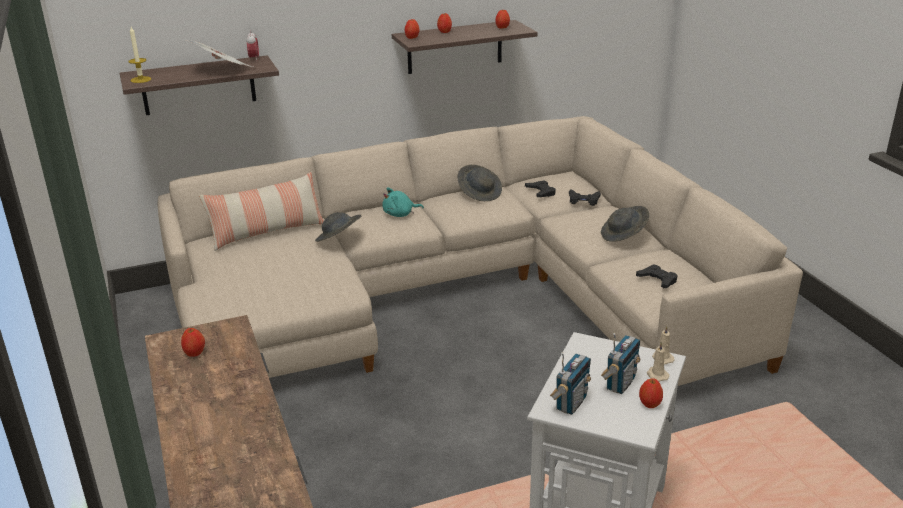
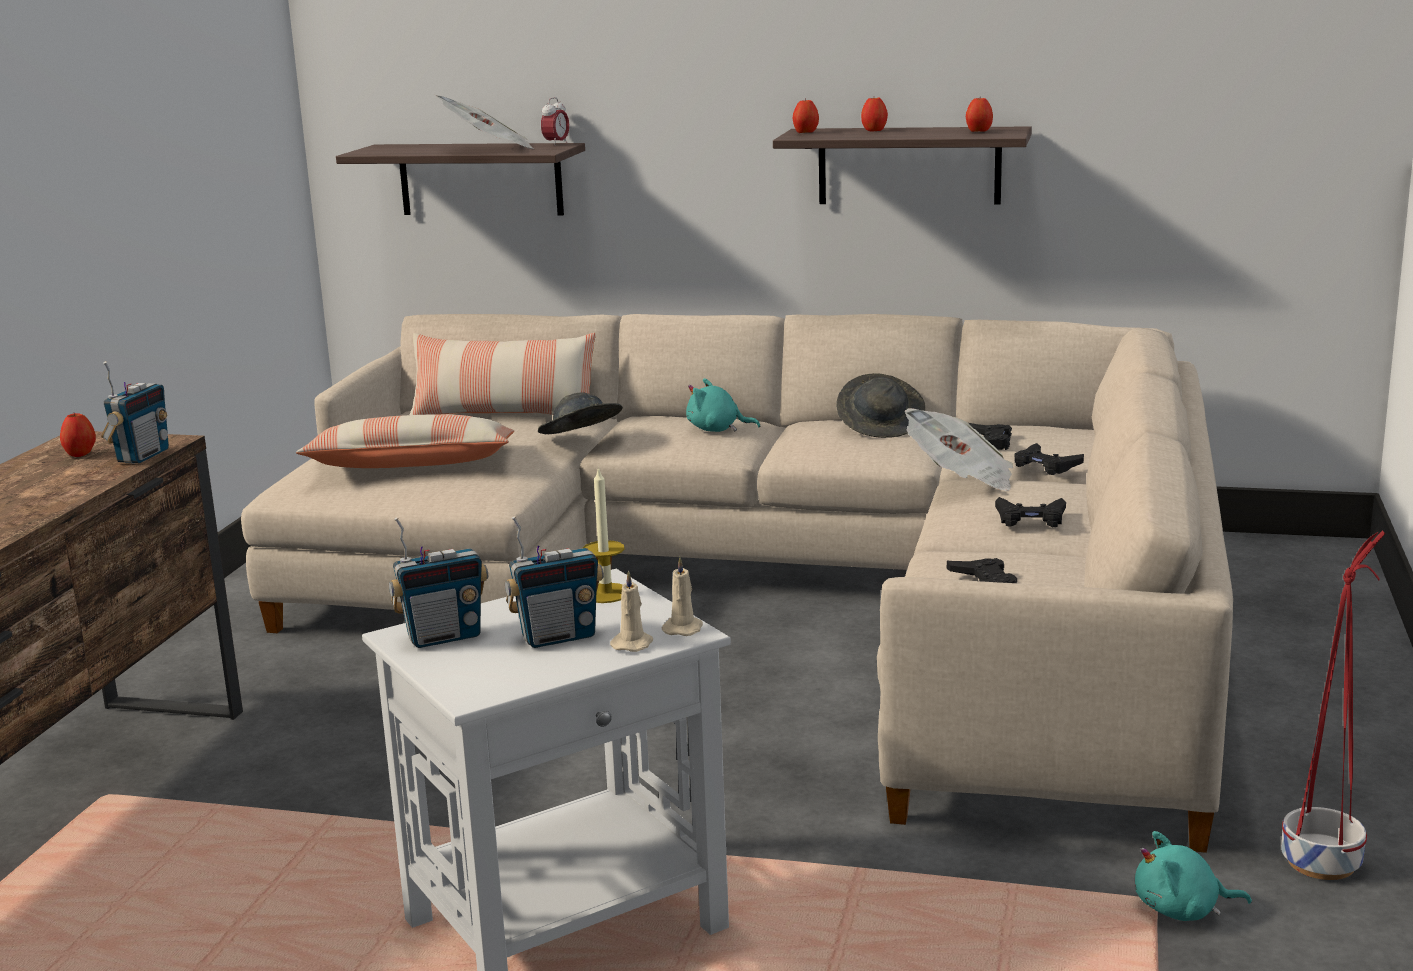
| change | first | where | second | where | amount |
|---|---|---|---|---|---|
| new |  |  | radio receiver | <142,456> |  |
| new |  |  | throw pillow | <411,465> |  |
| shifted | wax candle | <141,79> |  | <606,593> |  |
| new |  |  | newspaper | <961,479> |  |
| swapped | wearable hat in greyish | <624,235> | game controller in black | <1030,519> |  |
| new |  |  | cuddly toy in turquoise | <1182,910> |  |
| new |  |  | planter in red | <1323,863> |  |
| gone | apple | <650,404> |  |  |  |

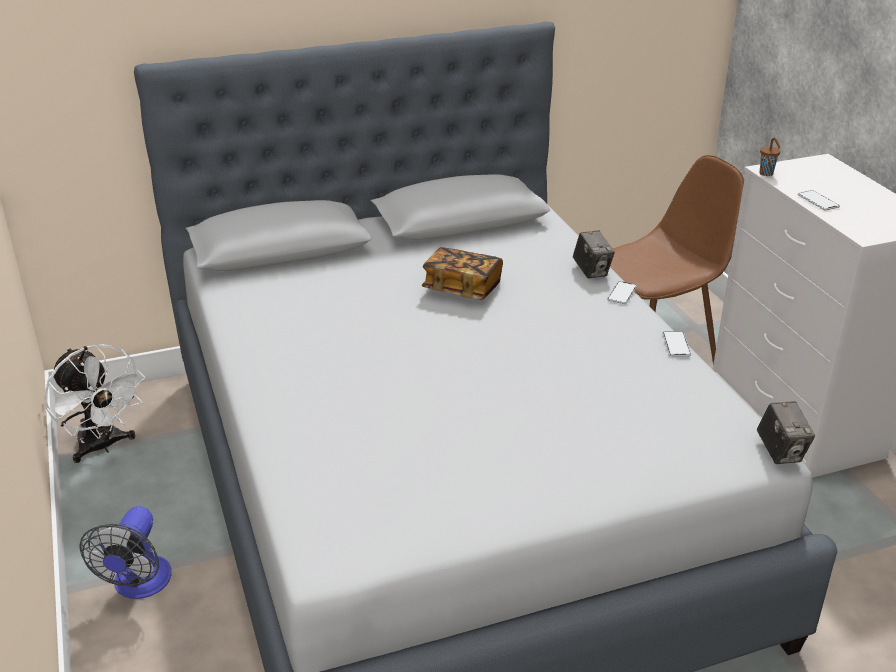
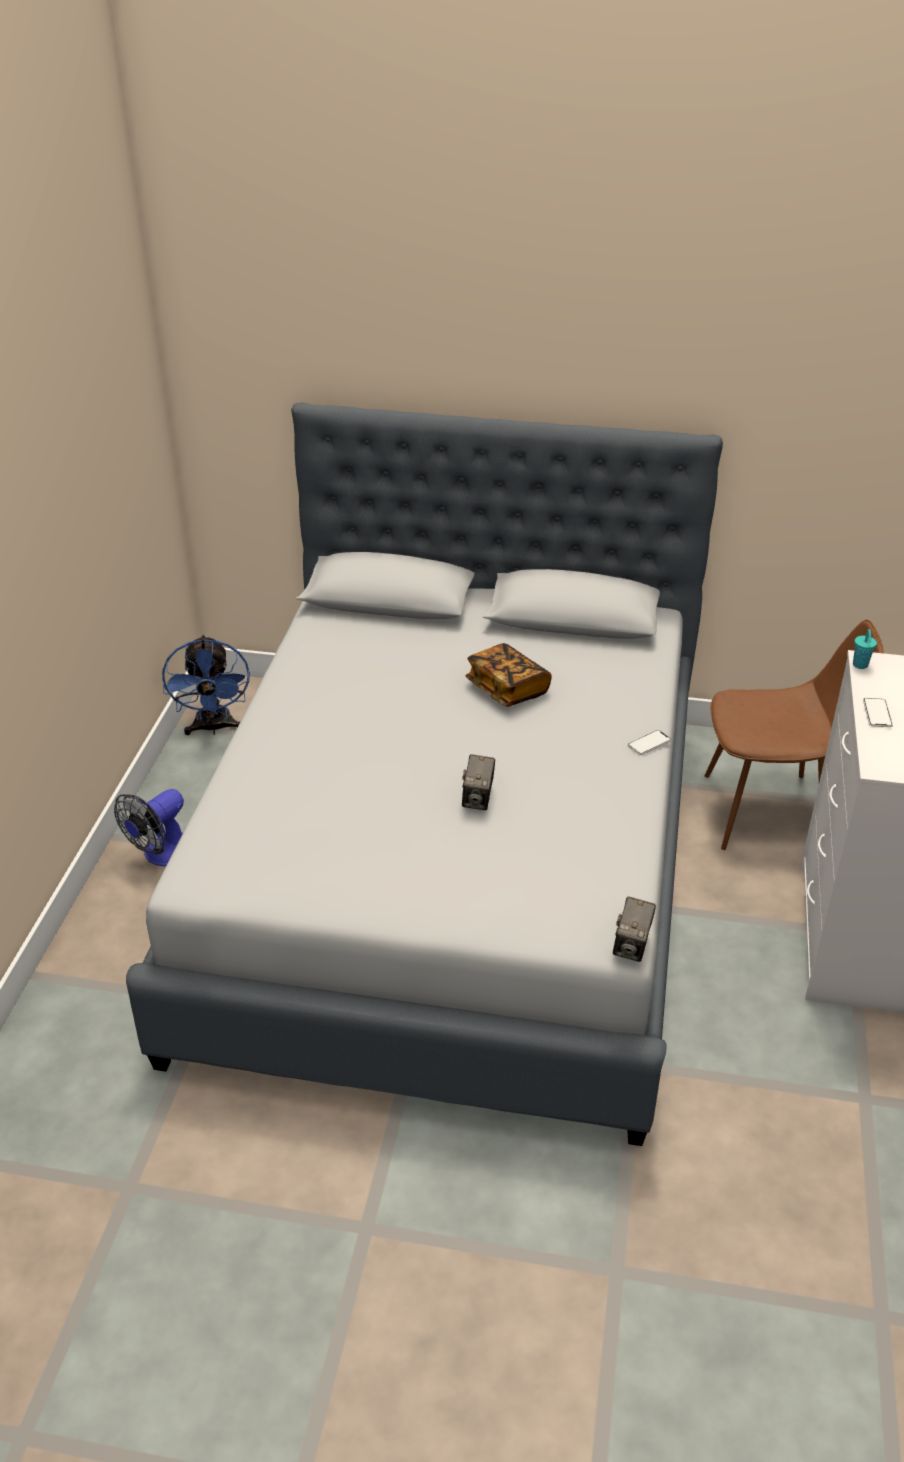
| change | first | where | second | where | amount |
|---|---|---|---|---|---|
| repainted | fan in white | <103,446> | fan in blue | <214,728> |  |
| shifted | photo camera | <591,271> |  | <478,799> |  |
| repainted | cup in brown-coloured | <766,174> | cup in turquoise | <860,665> |  |
| gone | telephone | <676,345> |  |  |  |

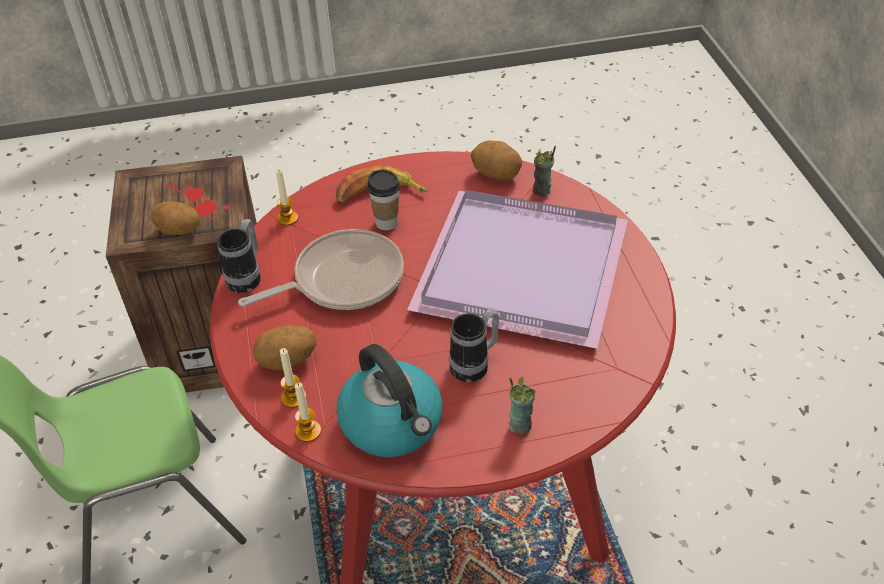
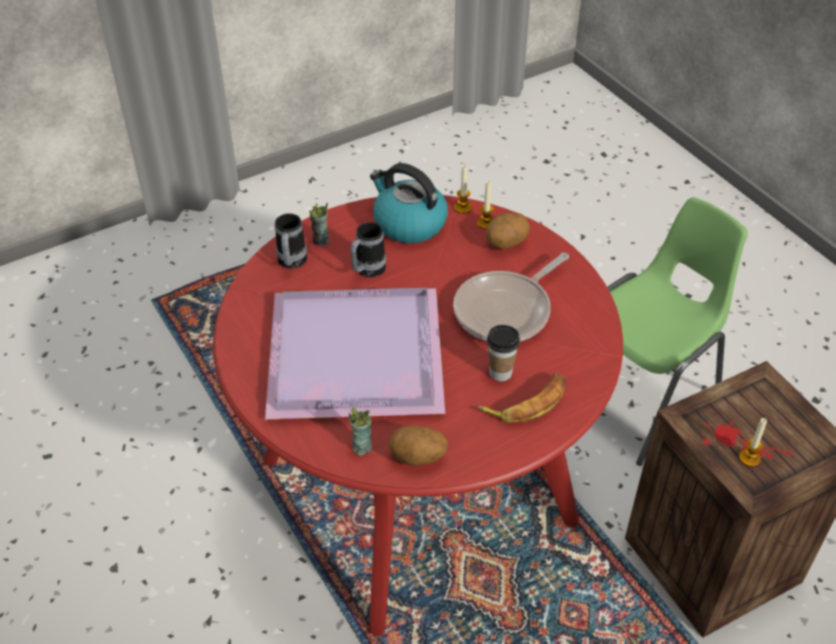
| change | first | where | second | where | amount |
|---|---|---|---|---|---|
| shifted | tea mug | <247,276> |  | <291,263> |  |
| shifted | wax candle | <287,218> |  | <749,458> |  |
| gone | potato | <179,231> |  |  |  |

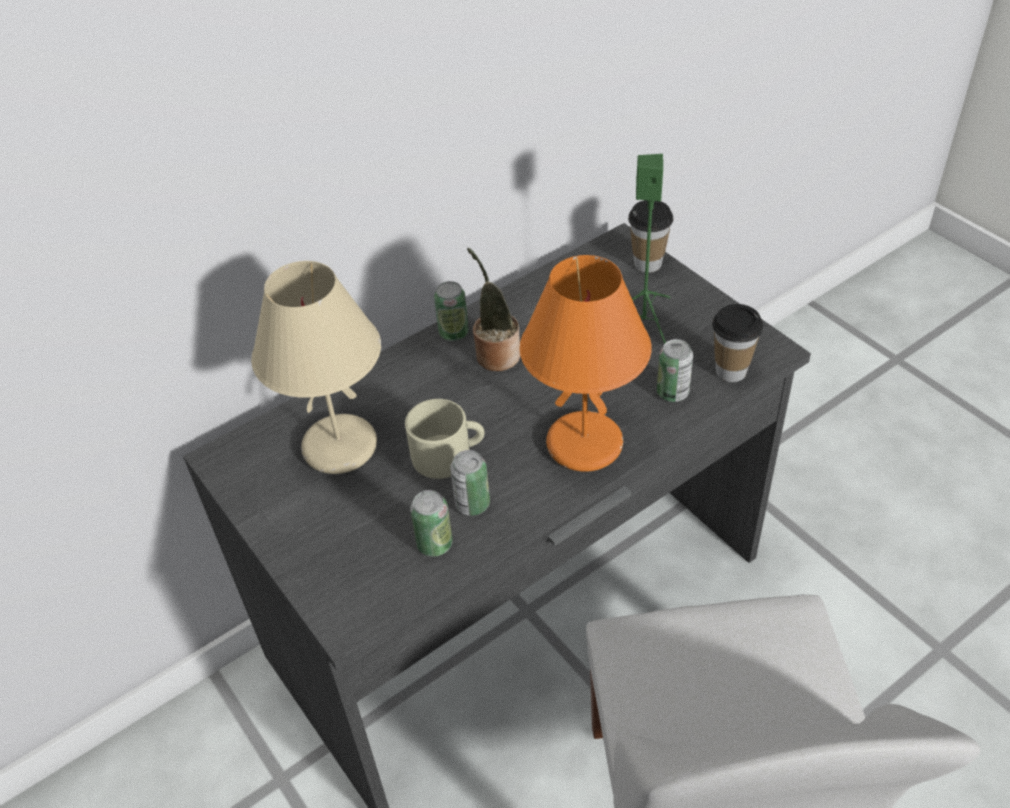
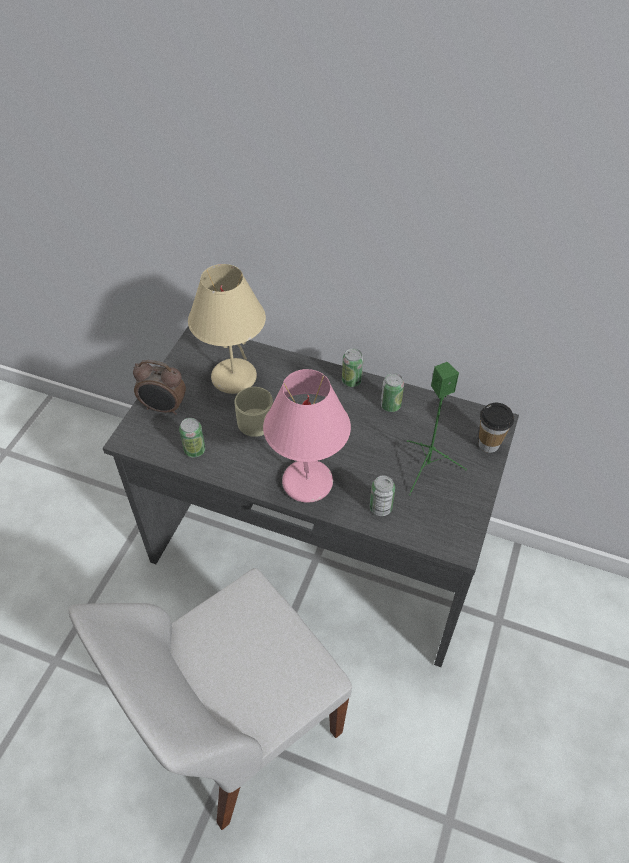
| change | first | where | second | where | amount |
|---|---|---|---|---|---|
| new |  |  | bedside clock | <164,408> |  |
| repainted | tabletop lamp in orange-coloured | <586,444> | tabletop lamp in pink | <308,483> |  |
| shifted | metal can | <472,504> |  | <390,405> |  |
| gone | potted plant | <495,354> |  |  |  |
| gone | cup | <731,371> |  |  |  |

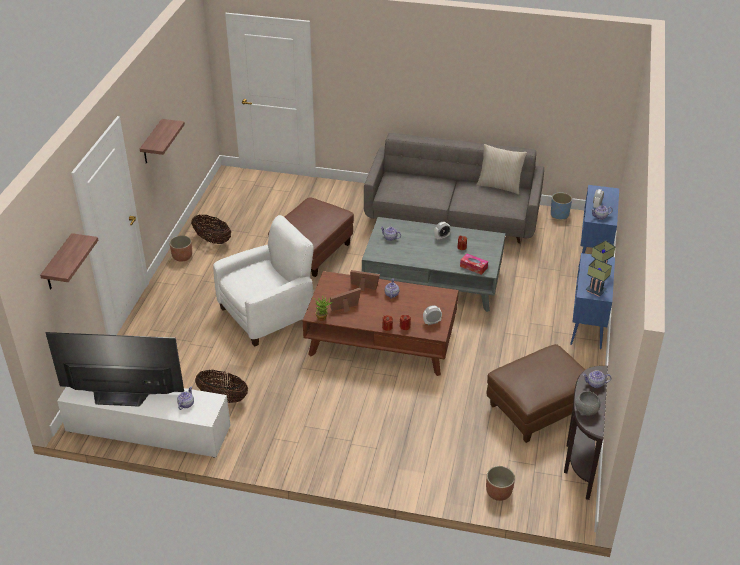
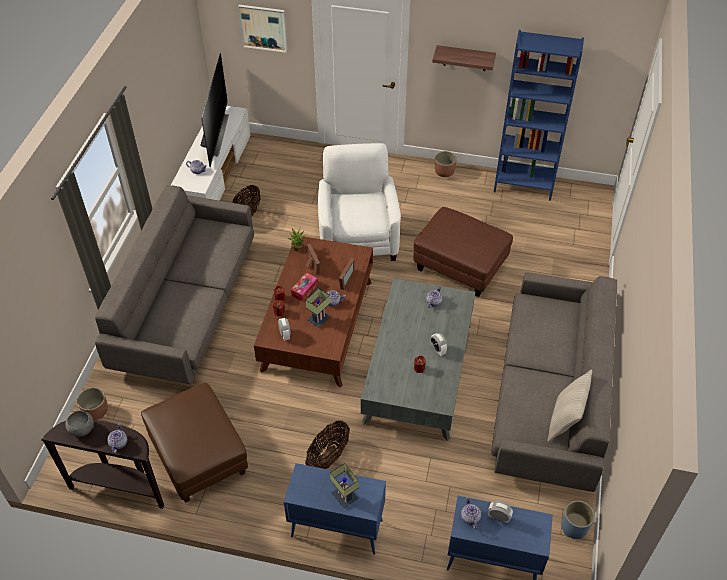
| change | first | where | second | where | amount |
|---|---|---|---|---|---|
| new |  |  | couch in greyish | <188,307> |  |
| swapped | bracket shelf | <58,263> | picture | <263,28> |  |
| shifted | box of tissues | <473,267> |  | <304,289> |  |
| shifted | storage basket | <212,240> |  | <328,456> |  |
| shifted | tabletop lamp | <594,291> |  | <318,318> |  |
| rotated | lounge chair in white | <267,314> |  | <358,237> | 150 degrees counterclockwise |
| new |  |  | bookshelf in blue | <523,185> |  |

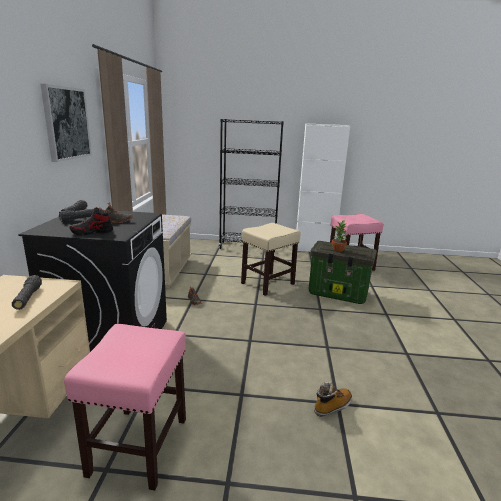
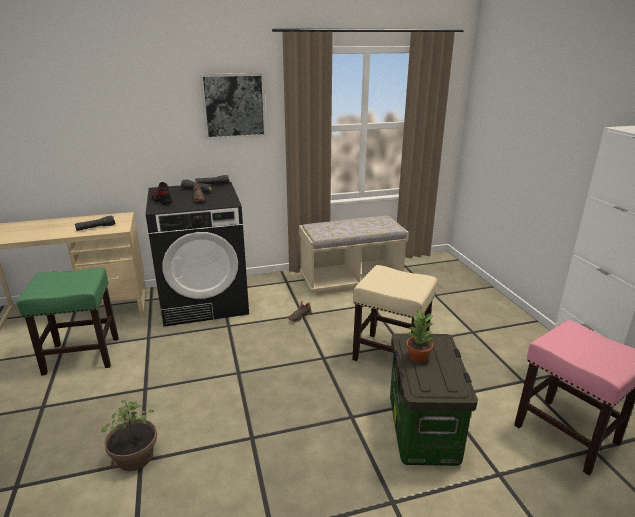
| change | first | where | second | where | amount |
|---|---|---|---|---|---|
| repainted | sitting stool in pink | <139,447> | sitting stool in greenish | <81,356> |  |
| swapped | boot | <332,406> | potted plant | <135,457> |  |
| gone | bookshelf in black | <248,247> |  |  |  |

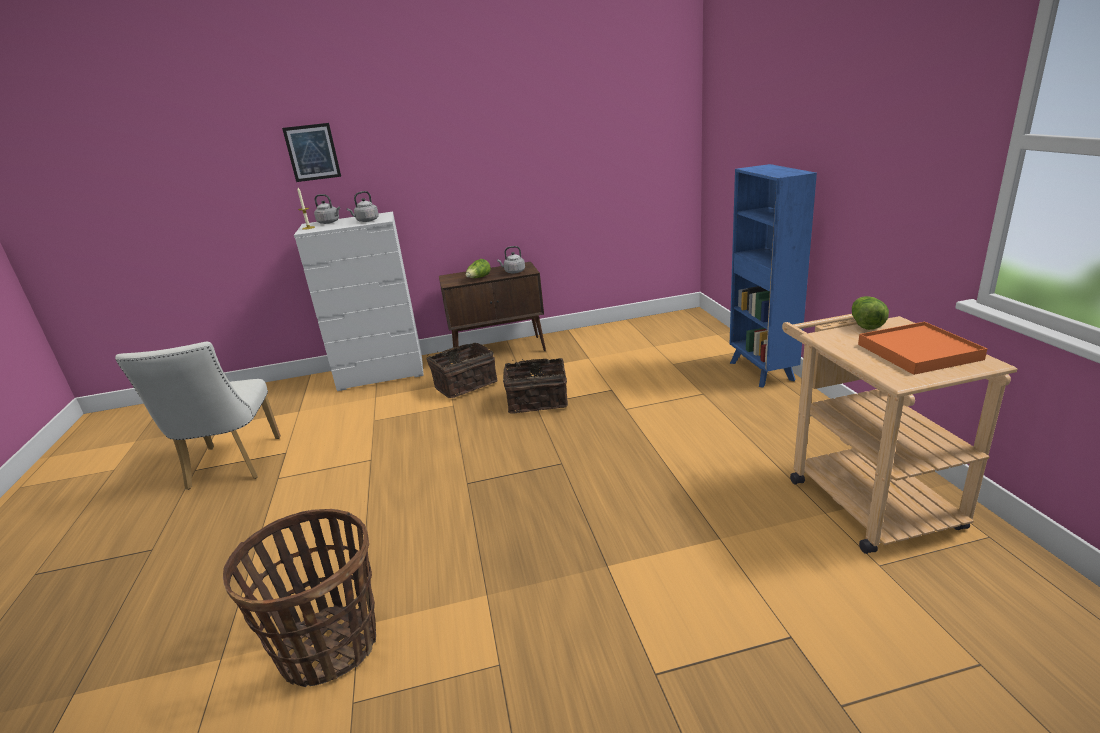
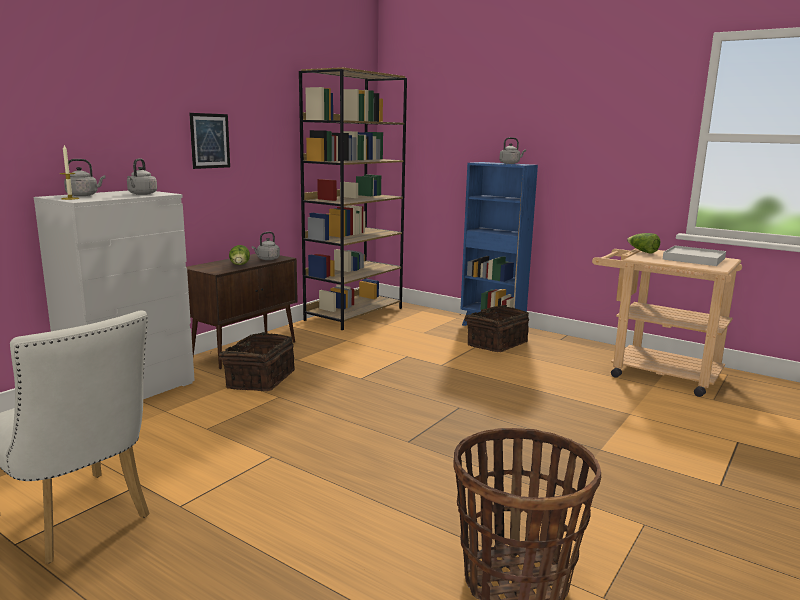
| change | first | where | second | where | amount |
|---|---|---|---|---|---|
| shifted | picture | <312,152> |  | <210,141> |  |
| new |  |  | bookshelf in brown-coloured | <354,314> |  |
| shifted | storage basket | <537,401> |  | <495,344> |  |
| new |  |  | kettle in greyish | <510,163> |  |
| repainted | tray in orange-coloured | <918,352> | tray in white | <693,259> |  |

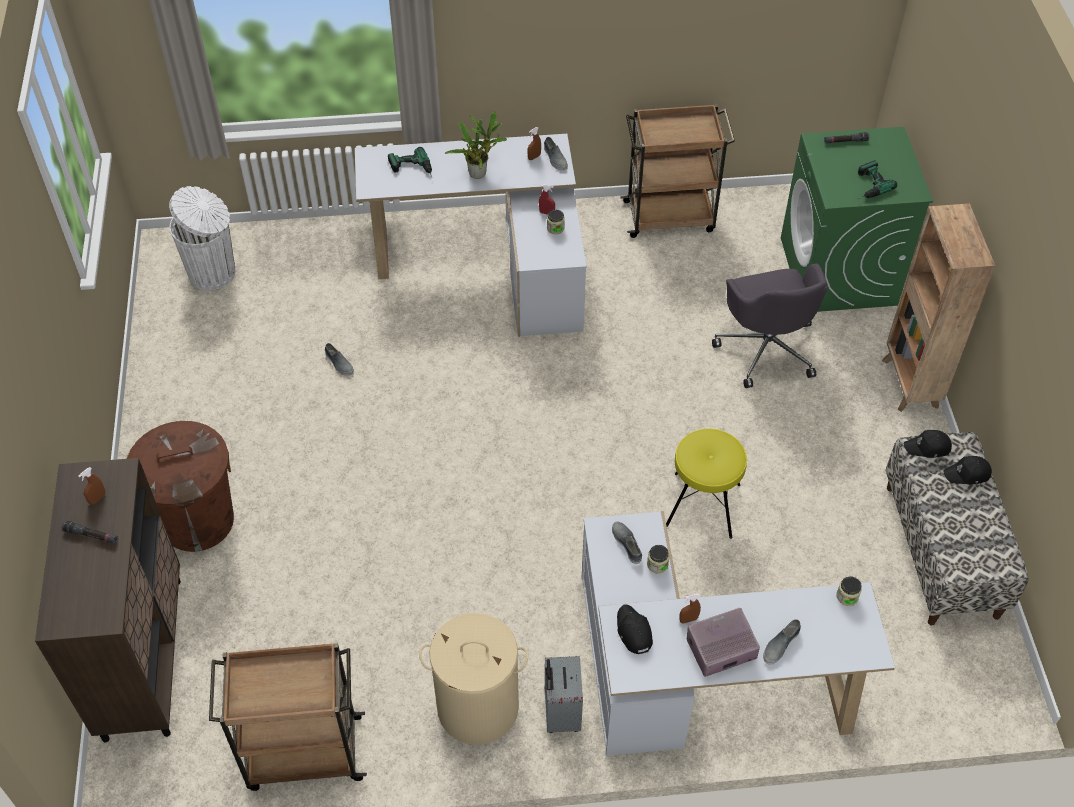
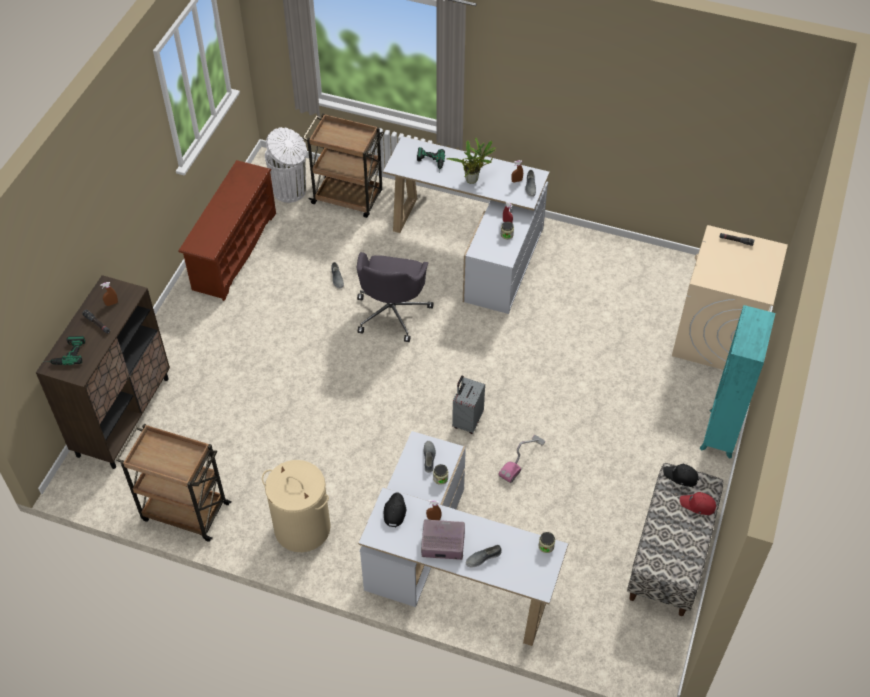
| change | first | where | second | where | amount |
|---|---|---|---|---|---|
| shifted | drill | <866,185> |  | <64,353> |  |
| new |  |  | shoe rack in brown-coloured | <233,250> |  |
| shifted | trolley in brown-coloured | <670,216> |  | <348,198> |  |
| shifted | computer chair in greyish | <766,348> |  | <392,312> |  |
| shifted | piece of luggage in greyish | <560,713> |  | <467,421> |  |
| swapped | sitting stool in yellow-coloured | <703,504> | hoover | <522,459> |  |
| repainted | laundry machine in greenish | <838,272> | laundry machine in beige-coloured | <717,337> |  |
| repainted | baseball cap in black | <967,474> | baseball cap in red | <698,505> |  |
| repainted | bookshelf in brown-coloured | <910,384> | bookshelf in turquoise | <720,434> |  |
| gone | trash can in brown-coloured | <197,521> |  |  |  |

